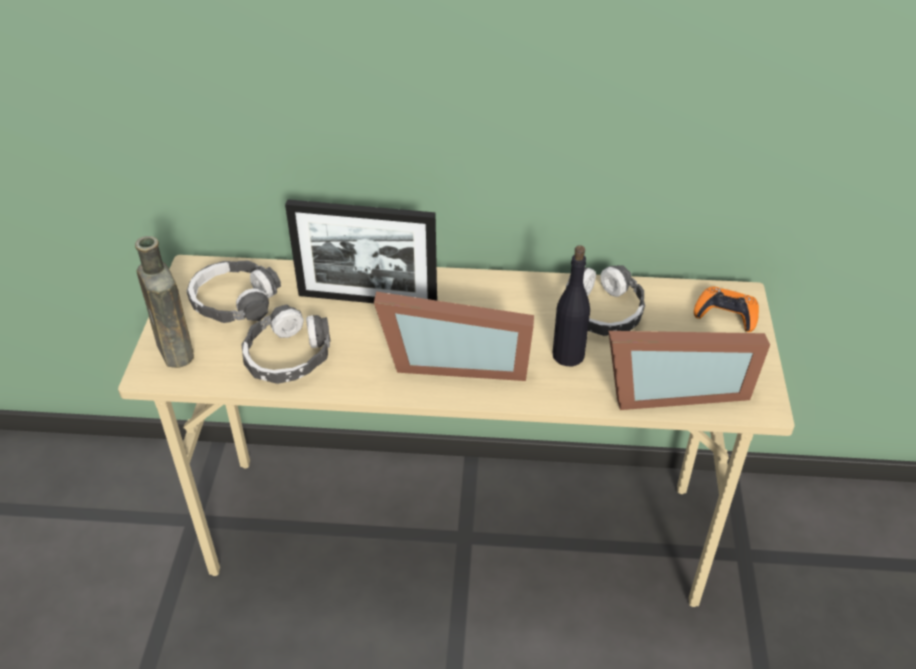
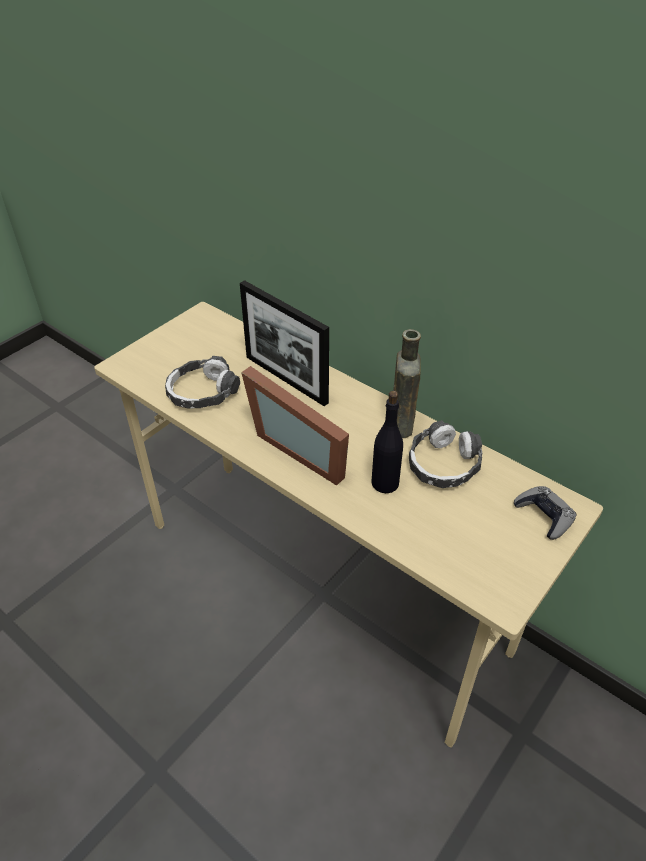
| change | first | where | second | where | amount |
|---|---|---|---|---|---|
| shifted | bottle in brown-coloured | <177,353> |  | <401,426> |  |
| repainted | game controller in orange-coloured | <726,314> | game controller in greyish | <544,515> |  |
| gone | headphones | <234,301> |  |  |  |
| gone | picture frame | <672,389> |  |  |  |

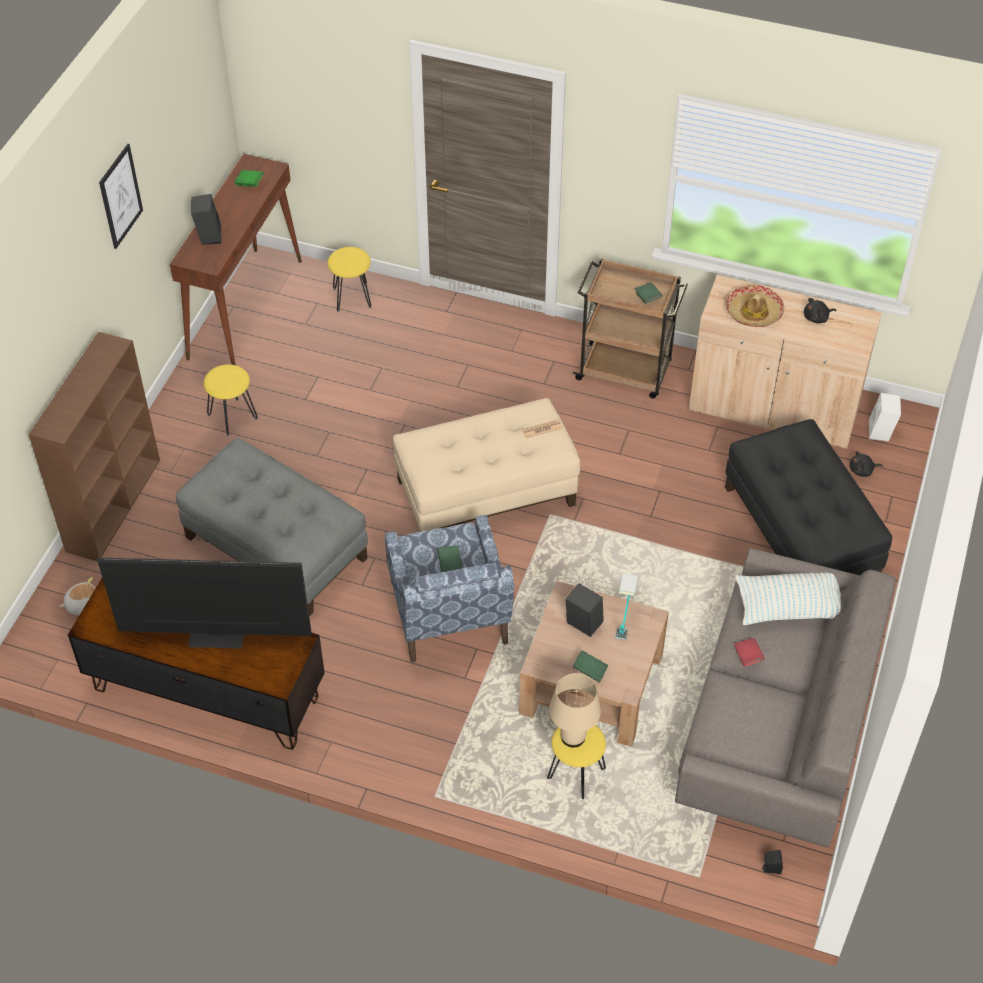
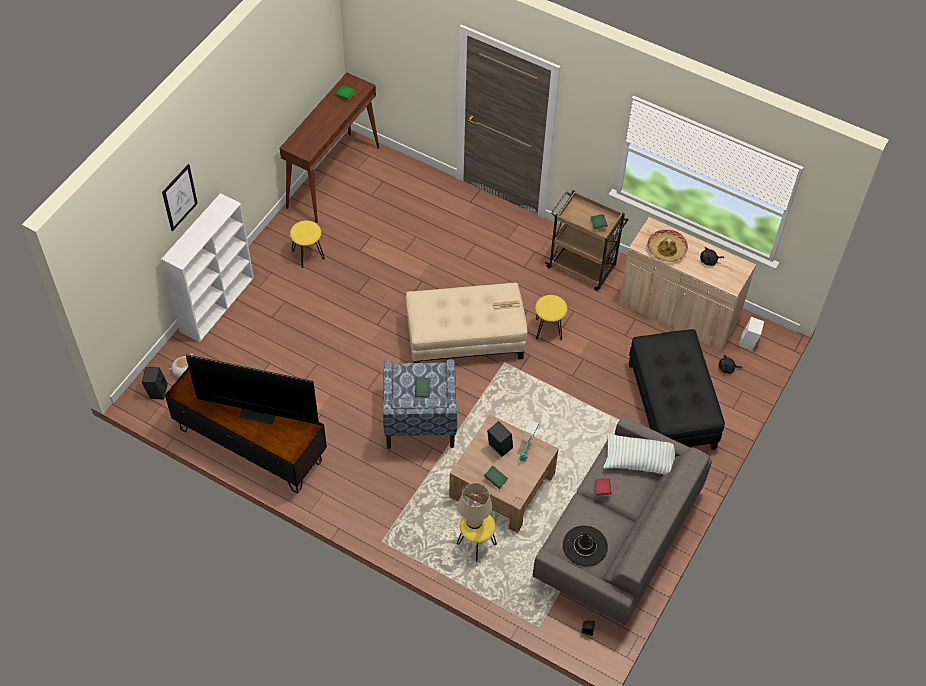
| change | first | where | second | where | amount |
|---|---|---|---|---|---|
| shifted | audio speaker in black | <208,235> |  | <156,391> |  |
| repainted | bookshelf in brown-coloured | <114,504> | bookshelf in white | <217,303> |  |
| shifted | picture | <120,196> |  | <179,197> |  |
| shifted | sitting stool in yellow-coloured | <352,298> |  | <549,329> |  |
| new |  |  | wearable hat in black | <585,546> |  |
| gone | pouffe in greyish | <275,548> |  |  |  |

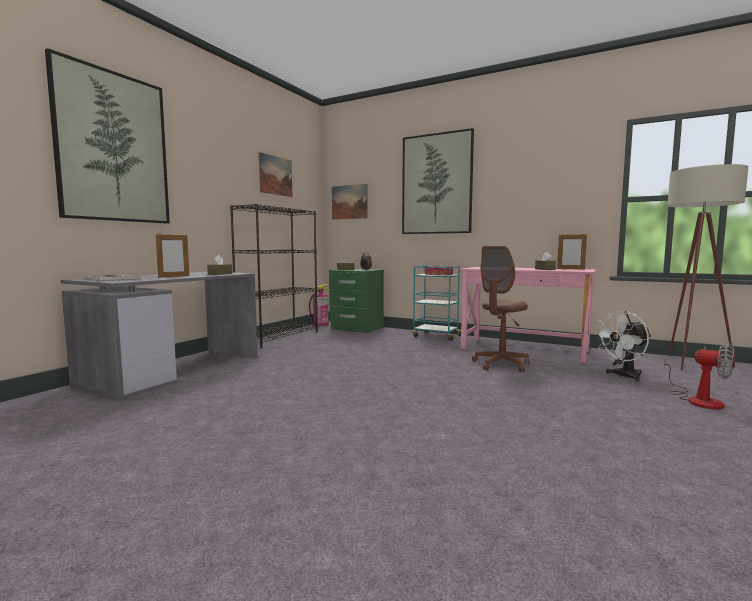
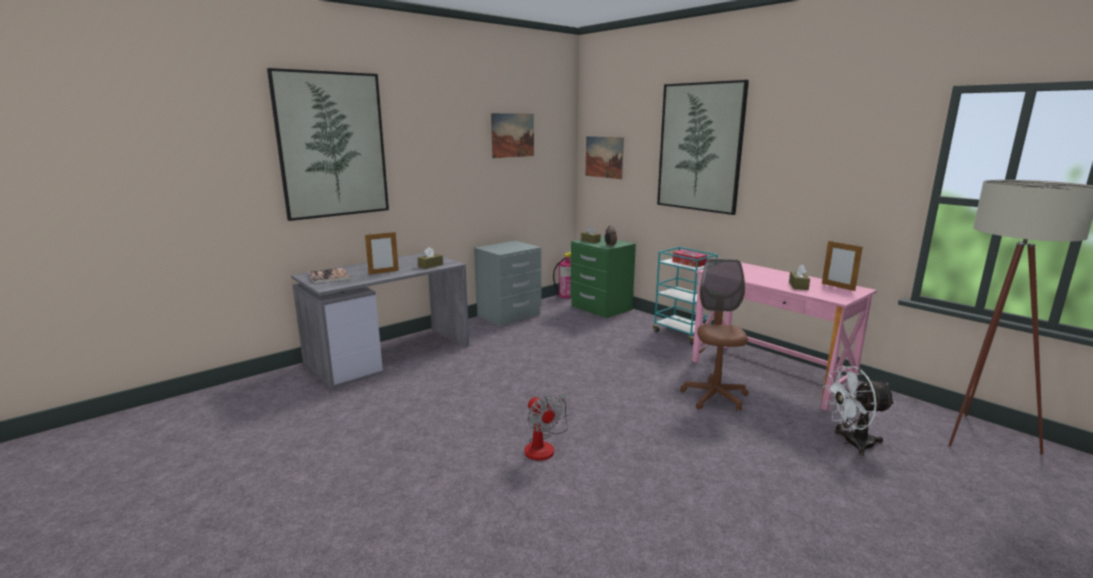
| change | first | where | second | where | amount |
|---|---|---|---|---|---|
| swapped | bookshelf in black | <279,337> | nightstand in greyish | <509,315> |  |
| shifted | fan | <698,400> |  | <544,445> |  |
| rotated | computer chair in brown-coloured | <501,365> |  | <714,397> | 120 degrees clockwise |

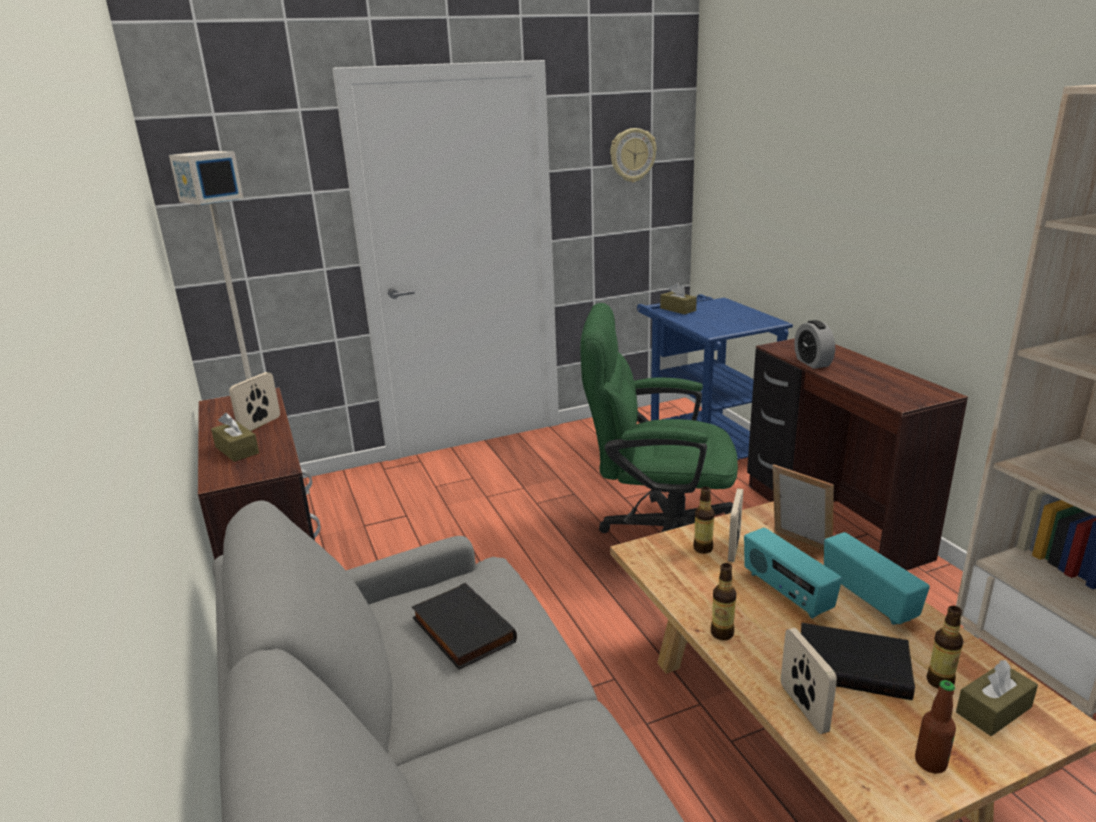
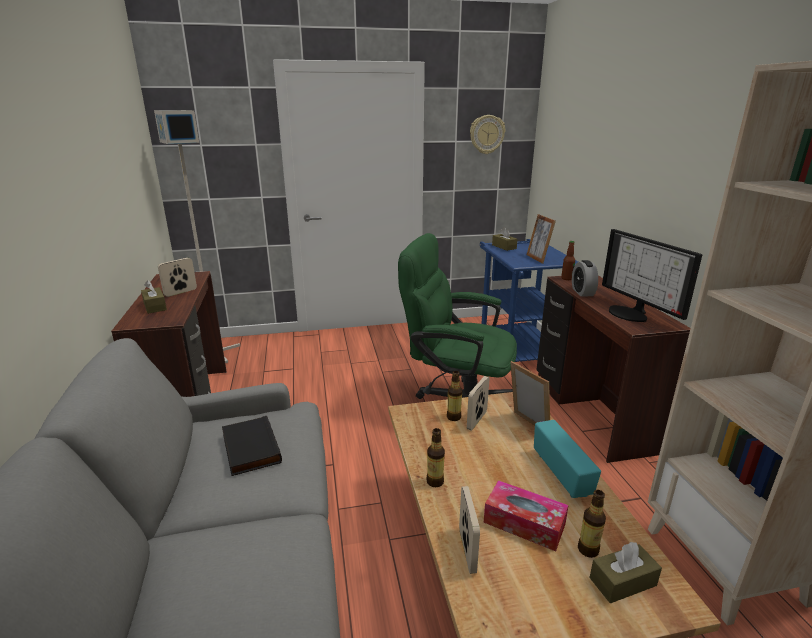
| change | first | where | second | where | amount |
|---|---|---|---|---|---|
| swapped | volume in black | <853,664> | box of tissues | <524,523> |  |
| new |  |  | picture frame | <538,258> |  |
| shifted | bottle | <930,762> |  | <566,278> |  |
| new |  |  | computer screen | <631,313> |  |
| gone | radio receiver | <786,593> |  |  |  |

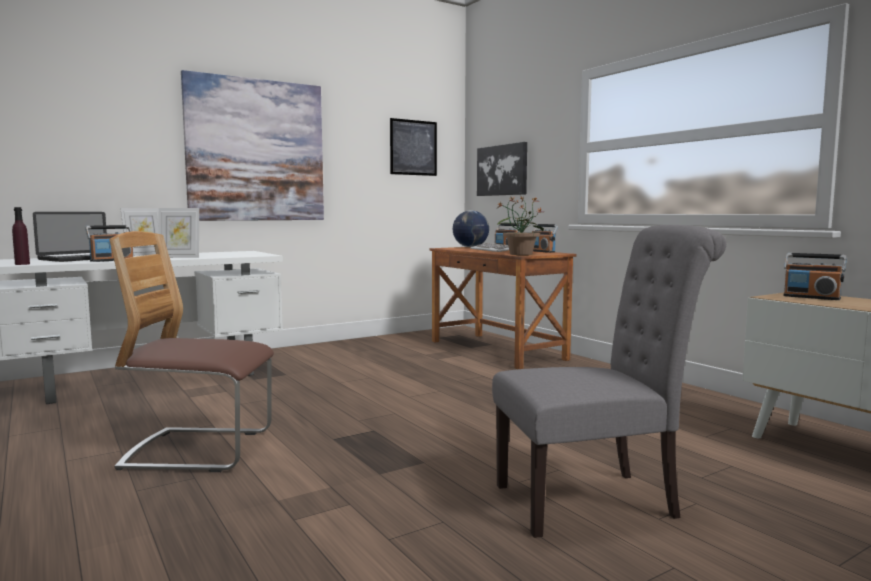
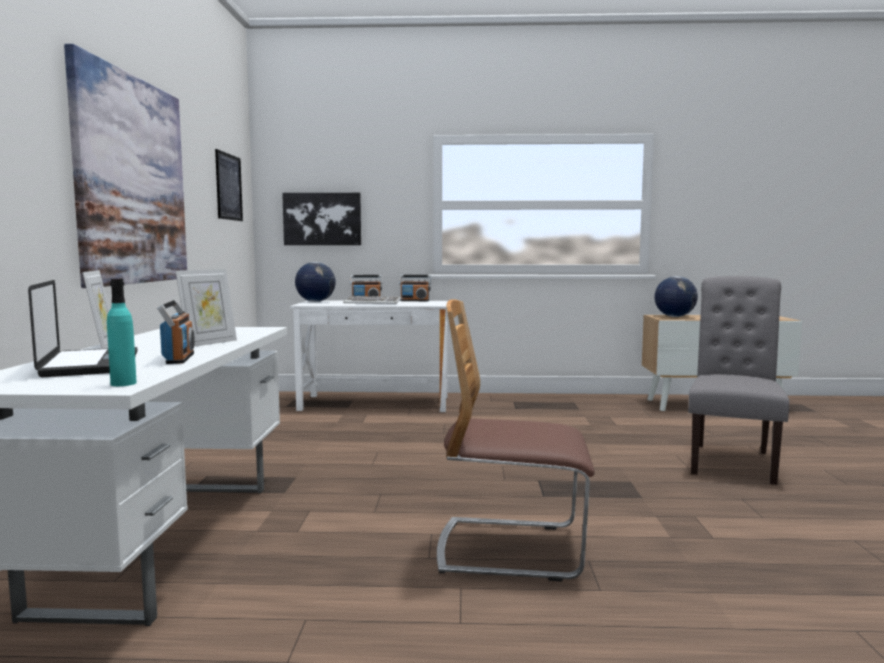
| change | first | where | second | where | amount |
|---|---|---|---|---|---|
| repainted | bottle in purple | <22,264> | bottle in turquoise | <123,383> |  |
| repainted | desk in brown-coloured | <497,350> | desk in white | <375,403> |  |
| rotated | plain chair | <199,450> |  | <511,549> | 60 degrees clockwise |
| swapped | radio receiver | <811,297> | desk globe | <675,316> |  |
| gone | potted plant | <520,254> |  |  |  |

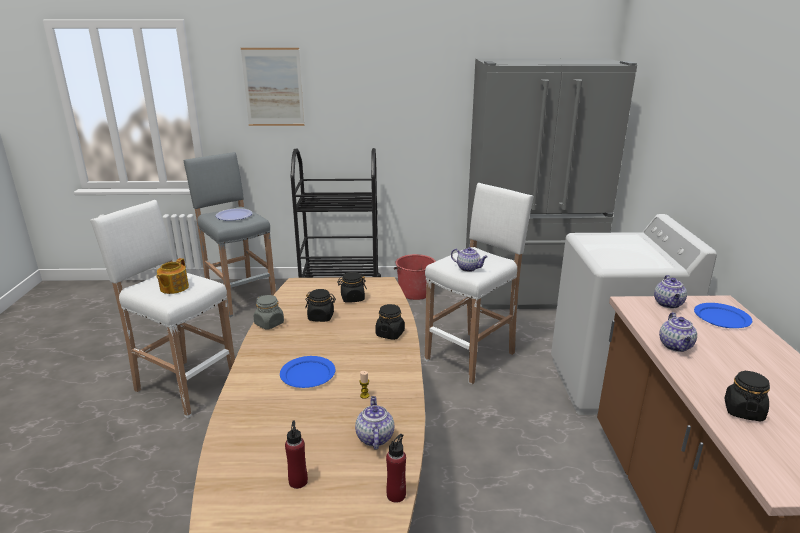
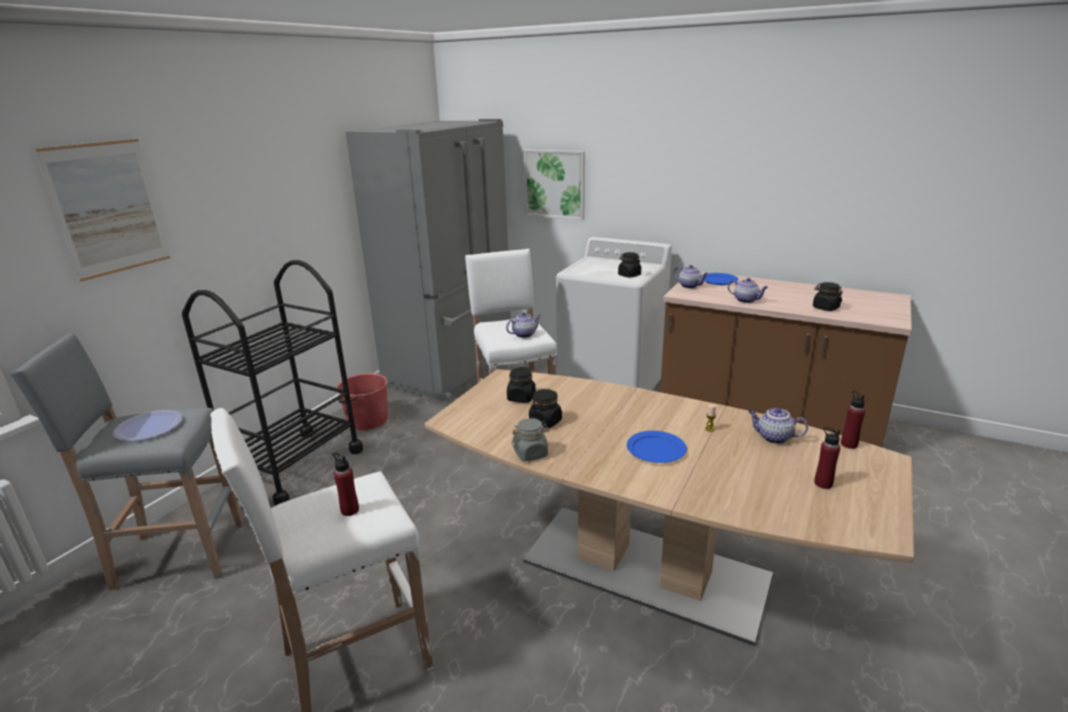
| change | first | where | second | where | amount |
|---|---|---|---|---|---|
| swapped | tea pot | <173,288> | bottle in red | <350,510> |  |
| new |  |  | picture | <555,184> |  |
| shifted | jar in black | <390,333> |  | <629,275> |  |

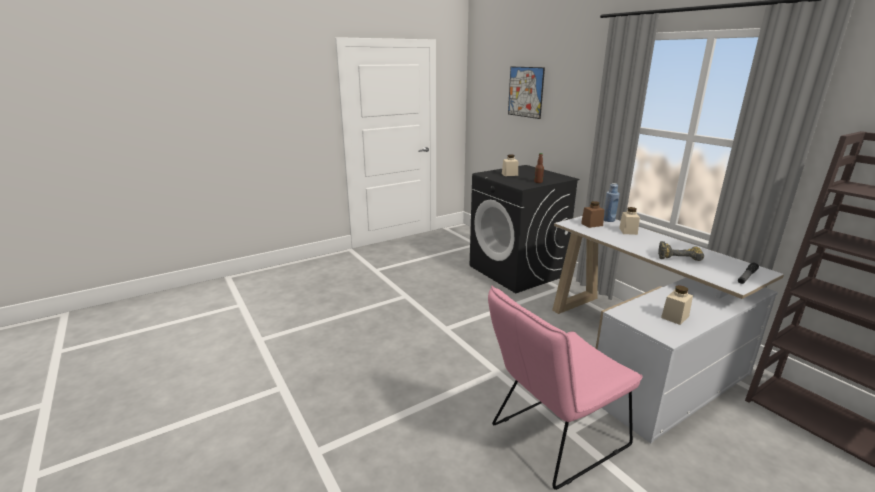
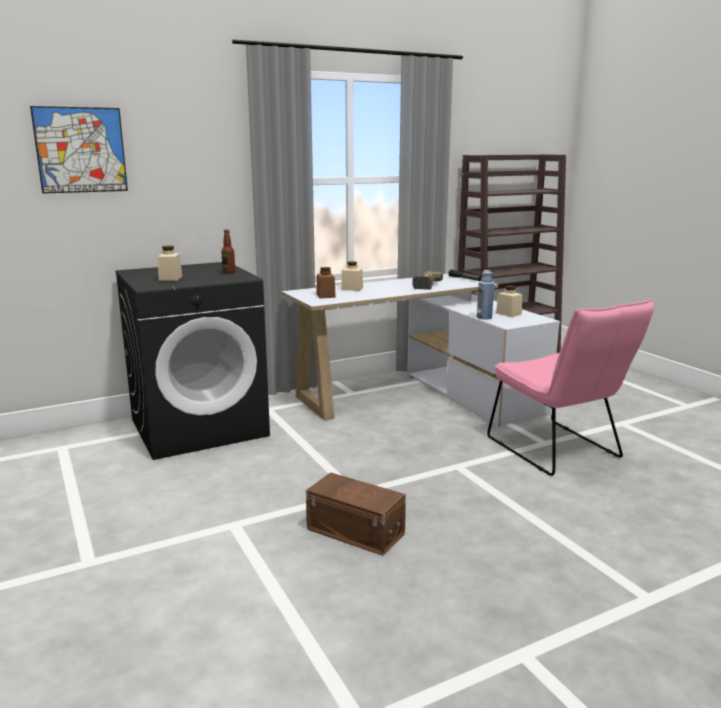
| change | first | where | second | where | amount |
|---|---|---|---|---|---|
| new |  |  | storage box in brown-coloured | <355,530> |  |
| shifted | bottle in blue | <608,220> |  | <484,317> |  |

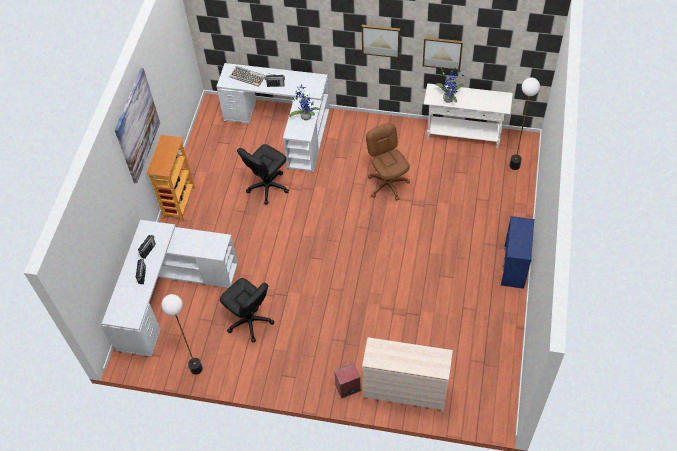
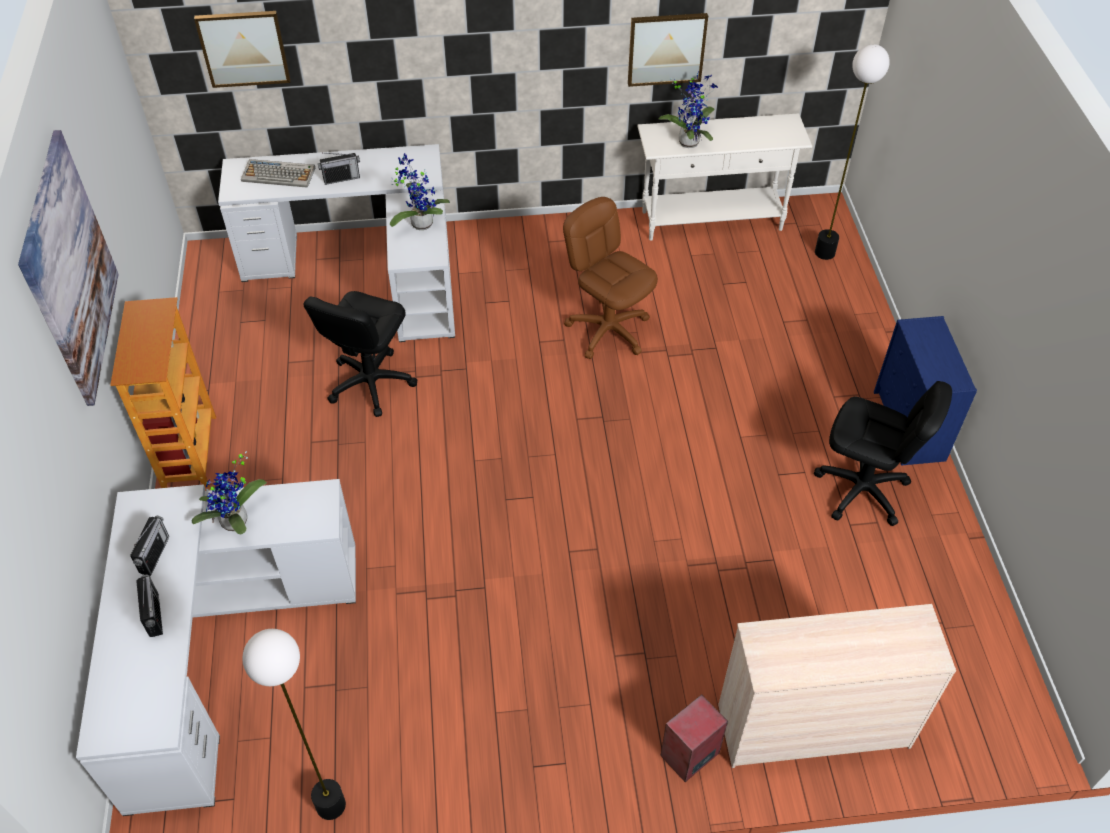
| change | first | where | second | where | amount |
|---|---|---|---|---|---|
| new |  |  | potted plant | <237,523> |  |
| shifted | picture | <381,40> |  | <243,48> |  |
| shifted | computer chair in black | <249,321> |  | <862,490> |  |

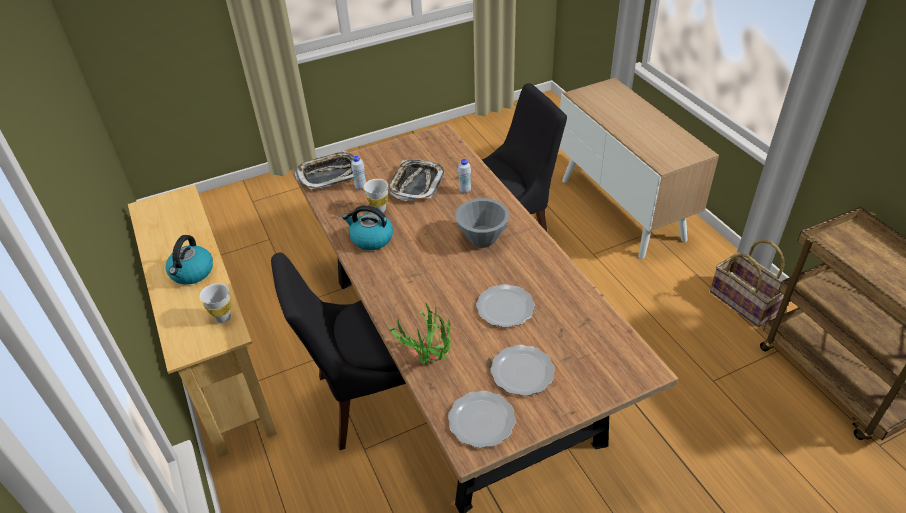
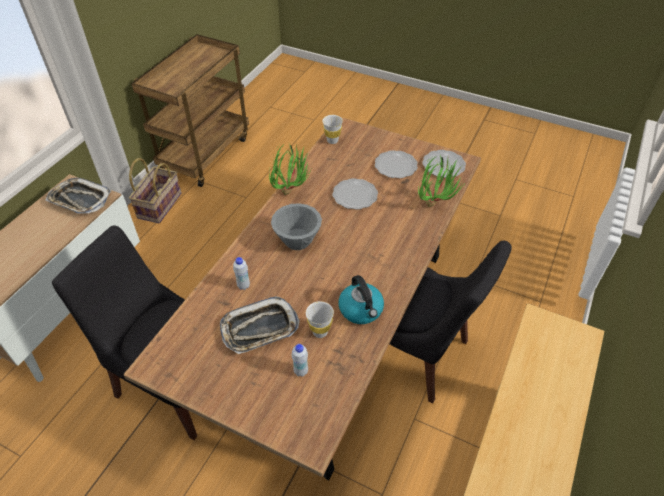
| change | first | where | second | where | amount |
|---|---|---|---|---|---|
| shifted | tray | <329,174> |  | <80,199> |  |
| new |  |  | potted plant | <292,191> |  |
| shifted | cup in white | <223,317> |  | <332,141> |  |
| gone | kettle | <192,273> |  |  |  |

